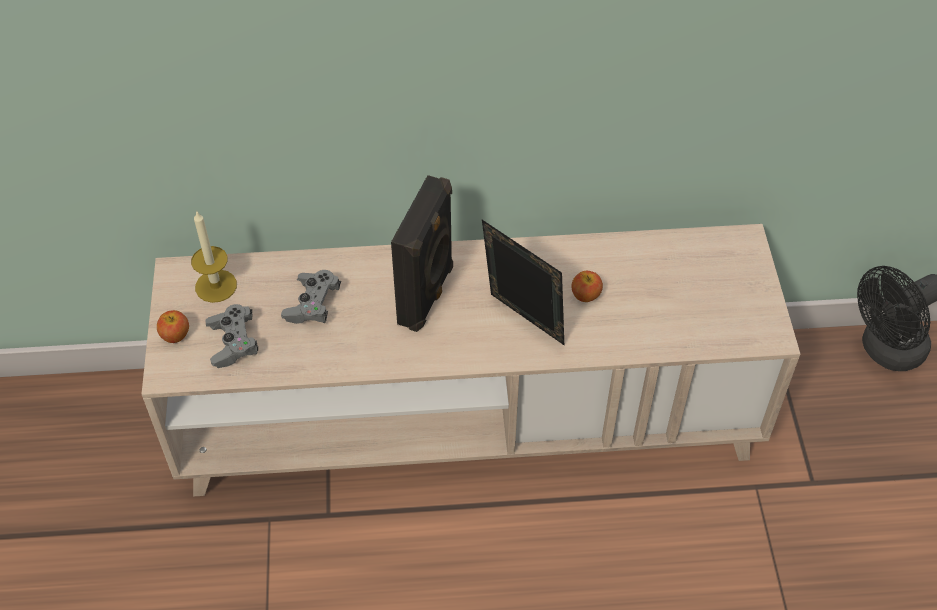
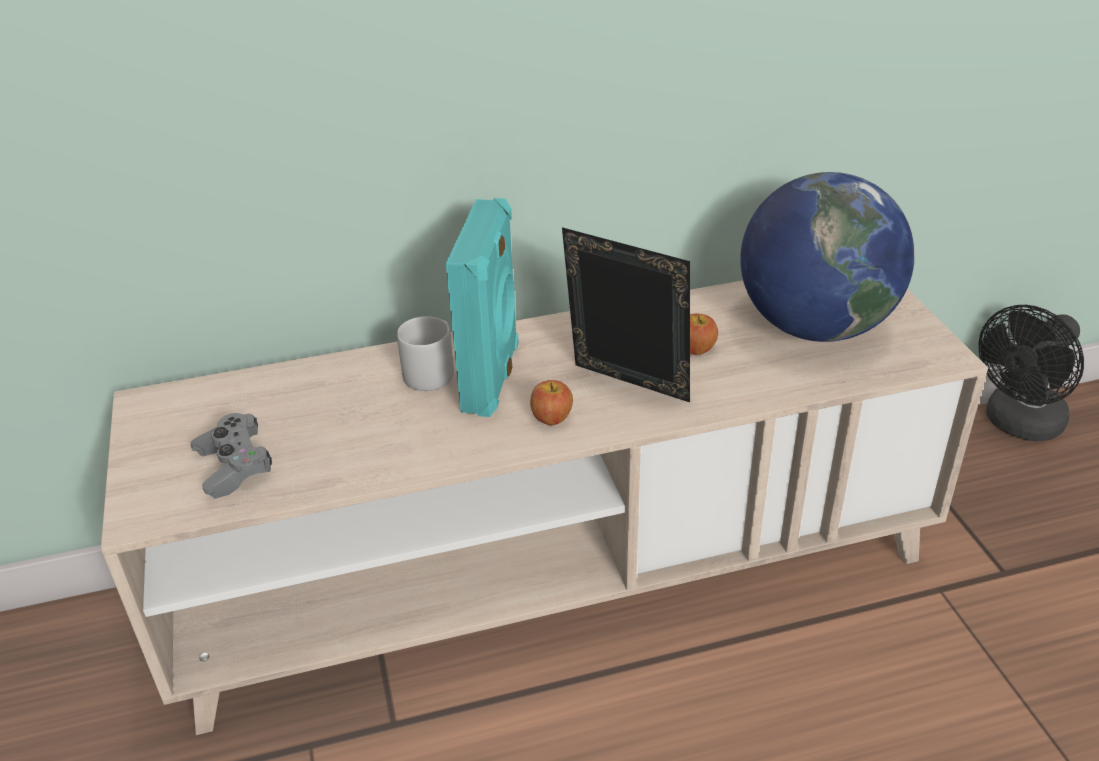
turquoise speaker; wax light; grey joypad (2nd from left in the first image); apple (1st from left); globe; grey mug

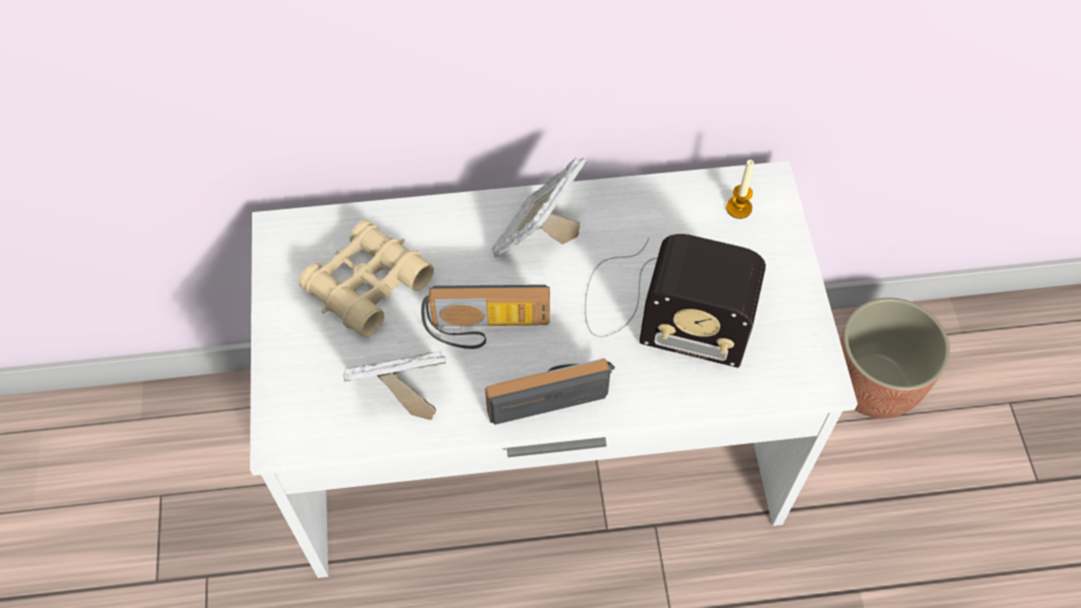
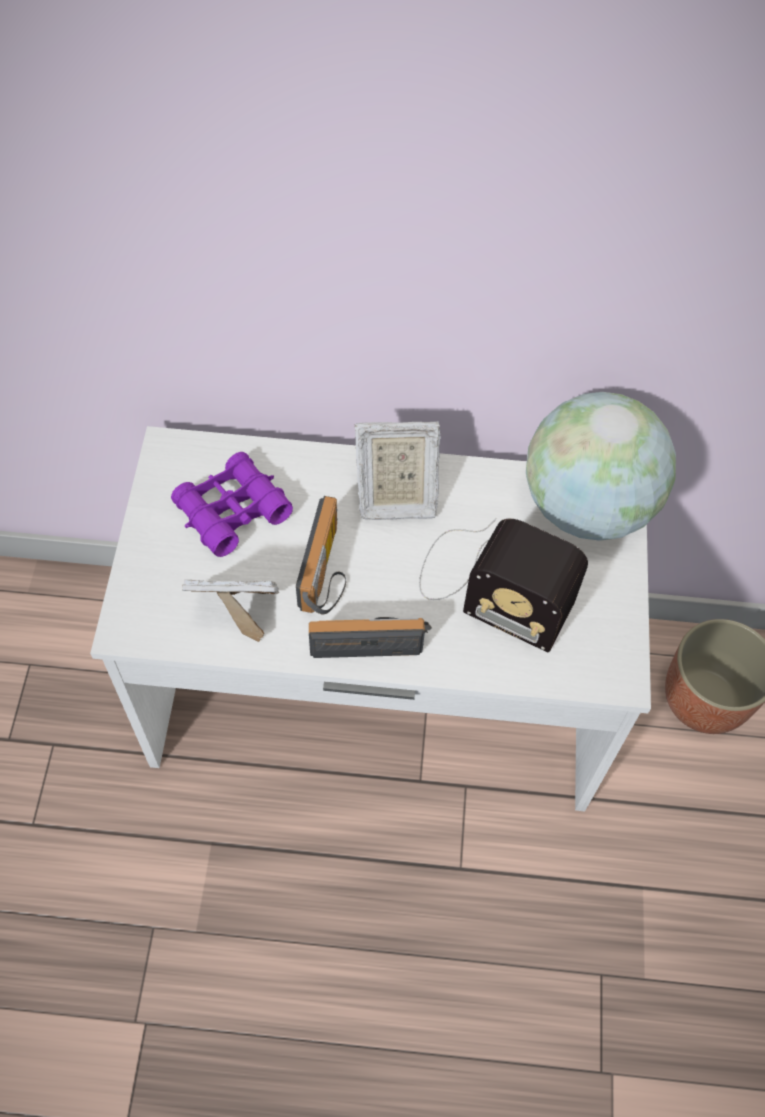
photo frame (2nd from left); globe; purplish binoculars; radio set (1st from left)

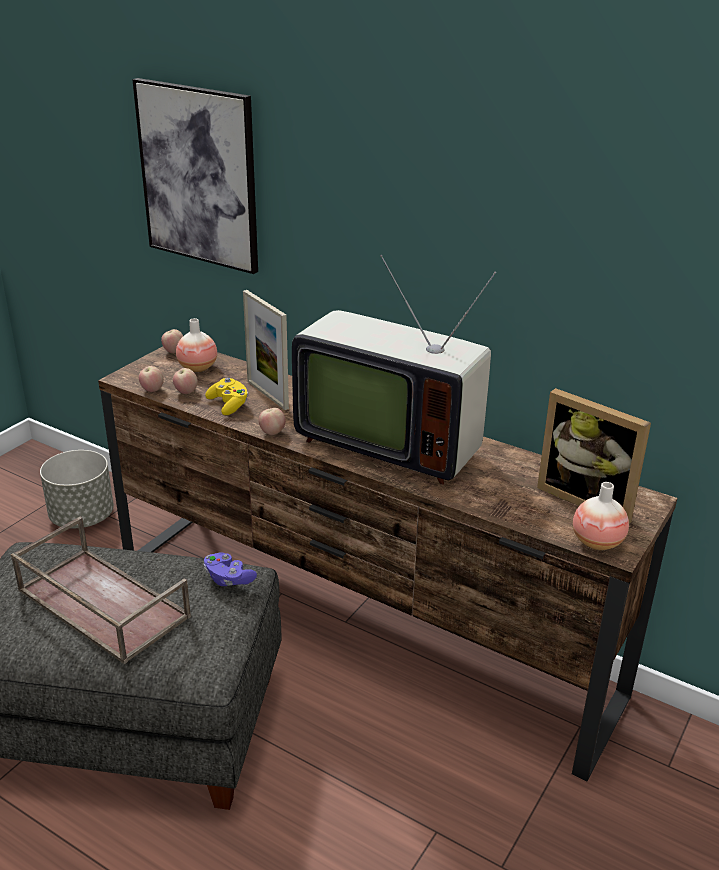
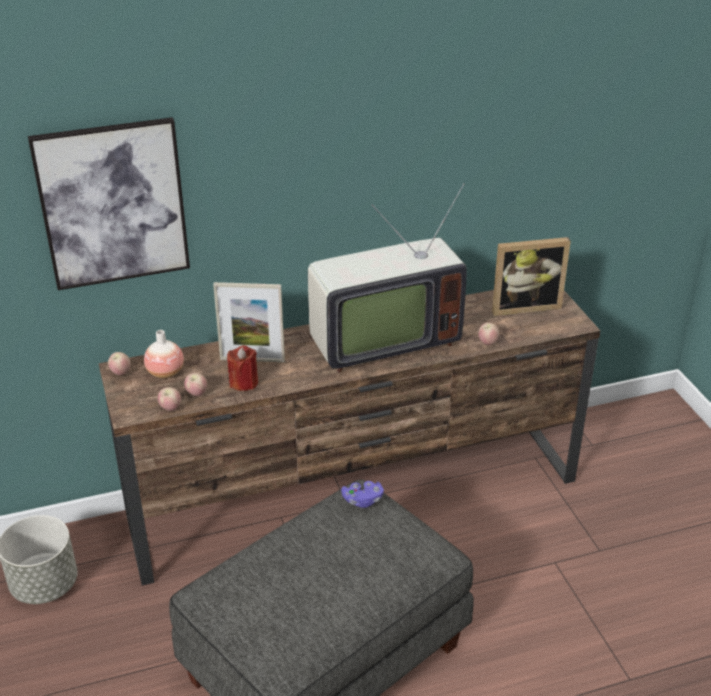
red-coloured wax light; apple (4th from left); decorative vase (2nd from left in the first image); brown carrying tray

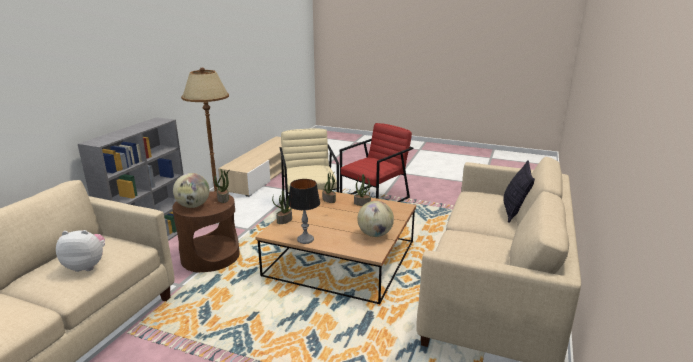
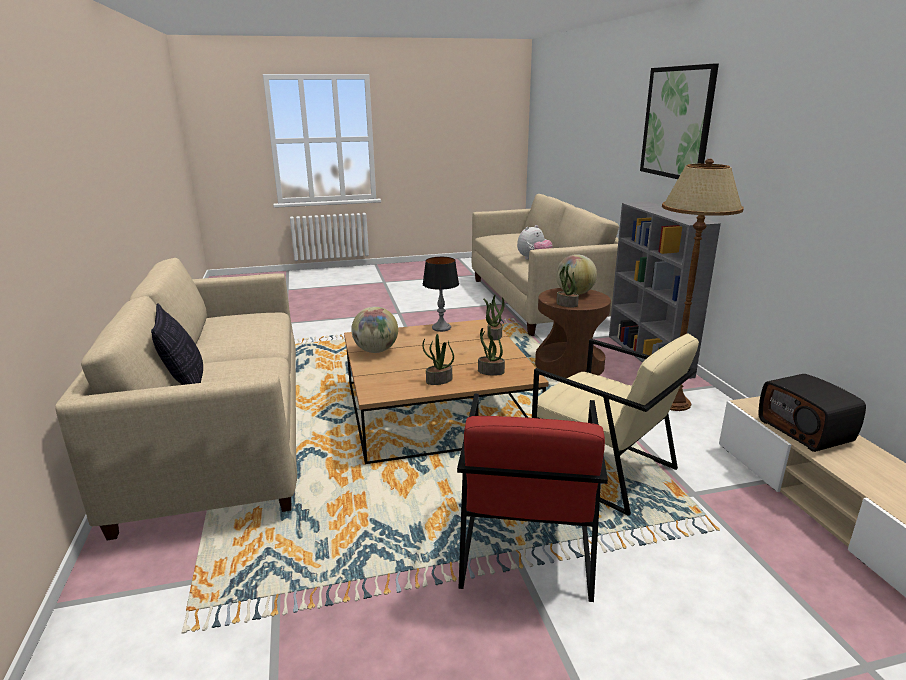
wall picture; radio set

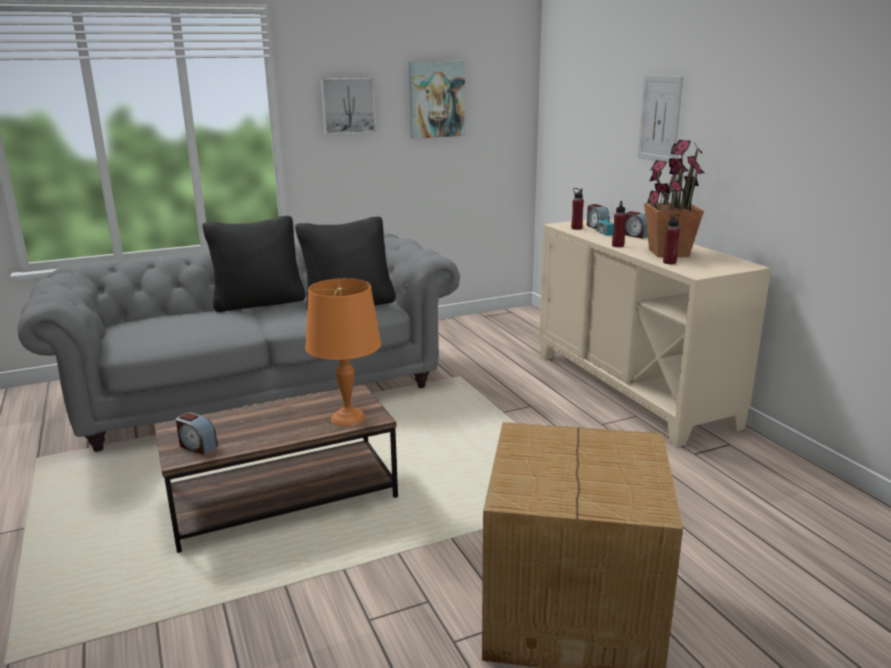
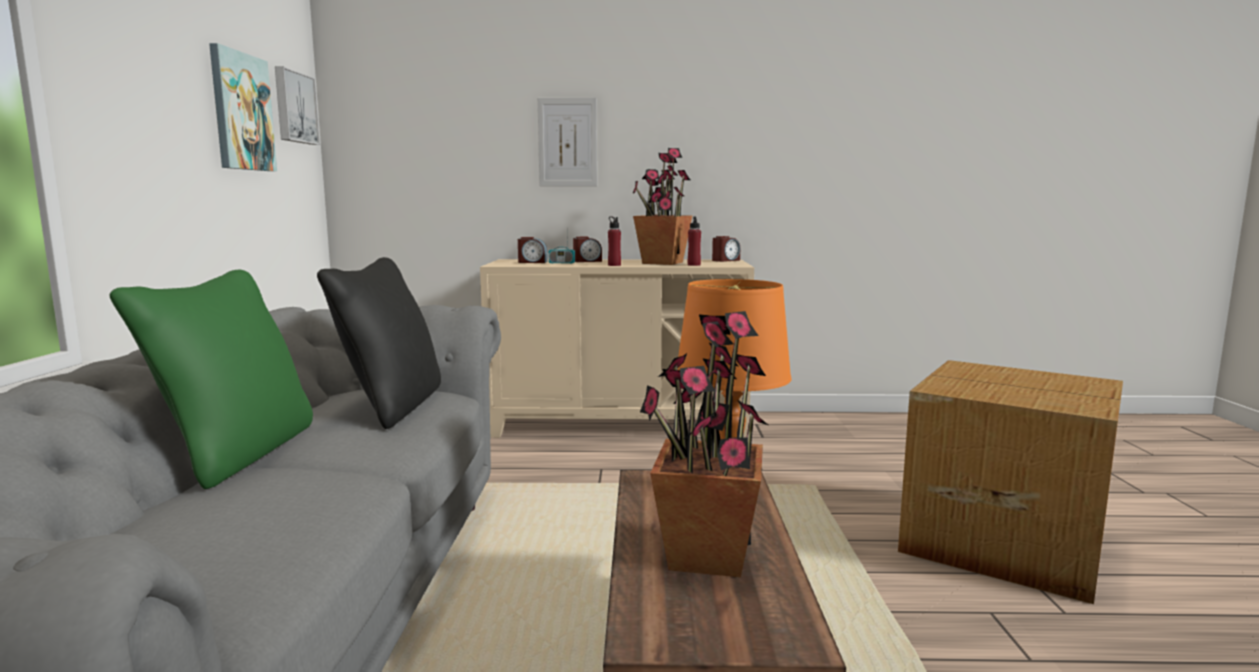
wall picture (2nd from left); red-coloured beverage bottle (1st from left in the first image); green pillow; bedside clock (3rd from left); plant in a pot (2nd from left)

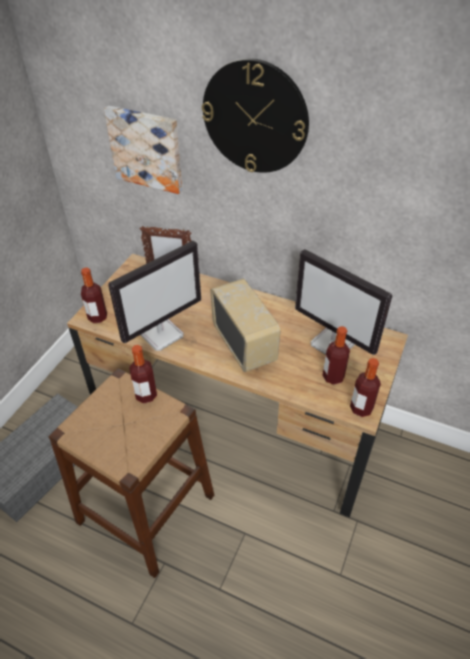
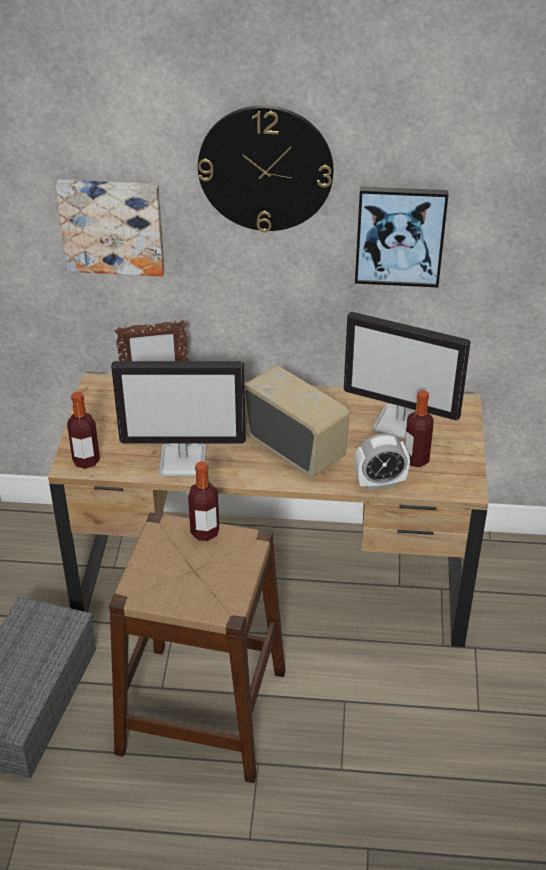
monitor (1st from left); beverage bottle (4th from left in the first image); wall picture (2nd from left); bedside clock

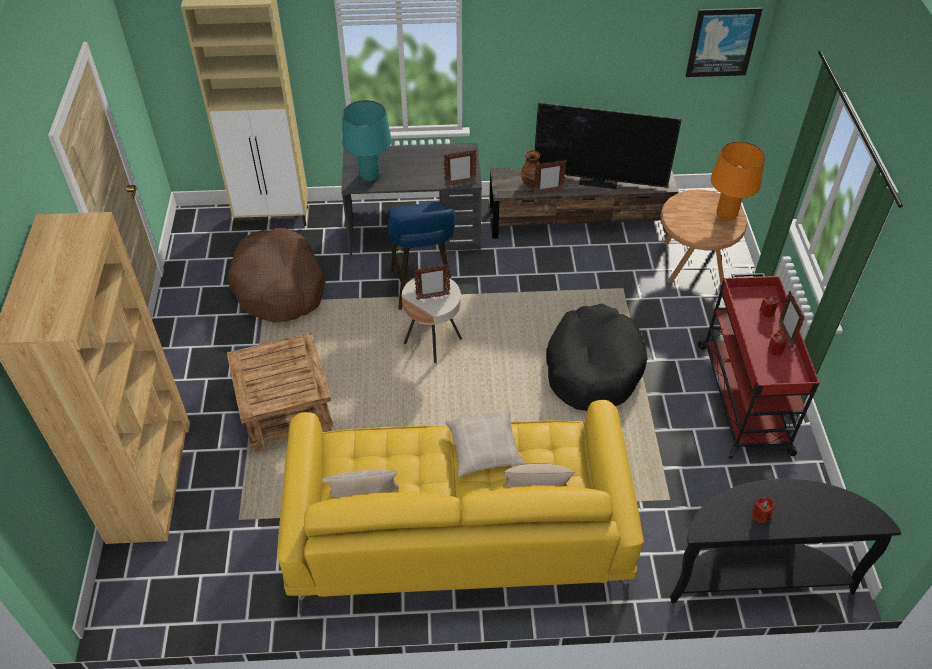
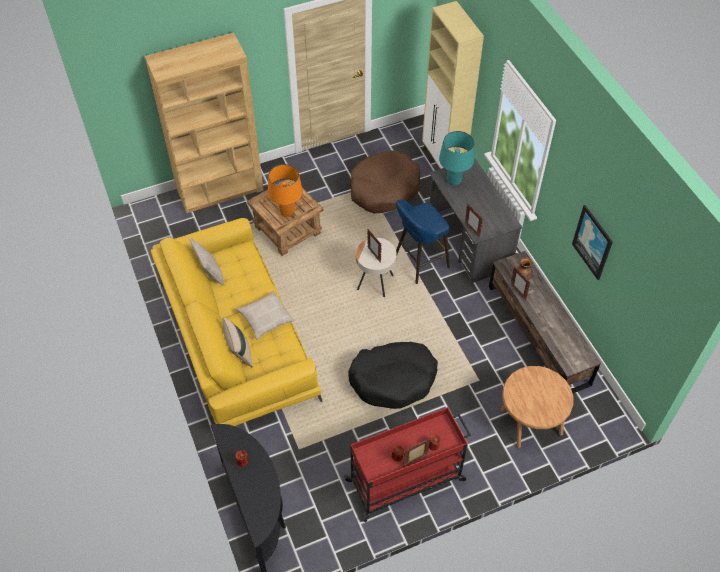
wall picture; TV set; orange lamp for a table

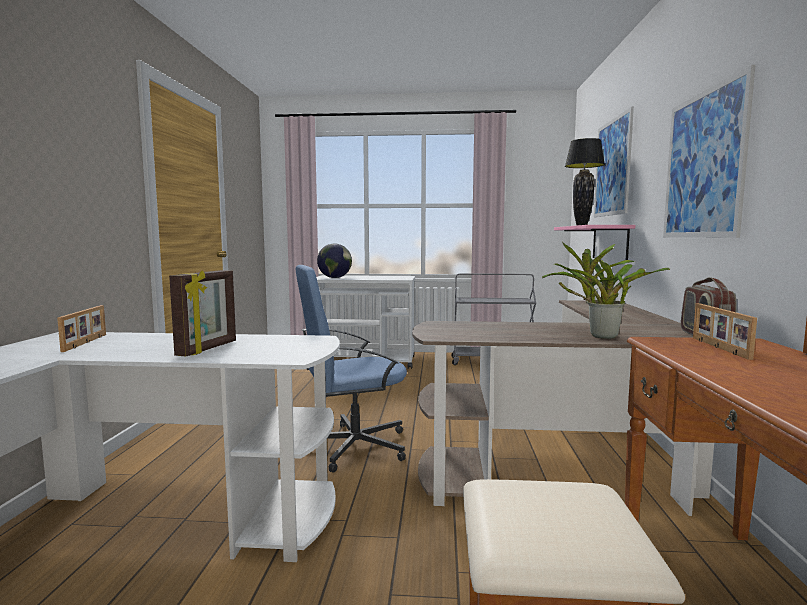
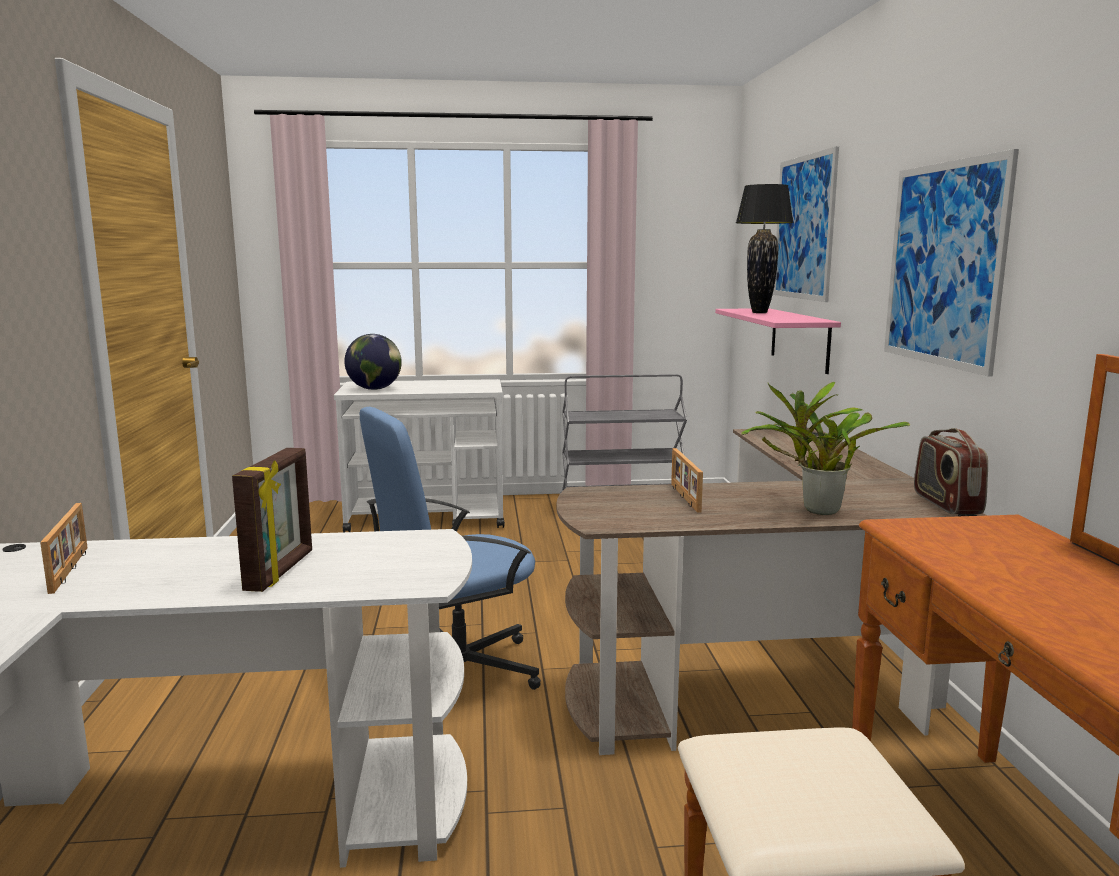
photo frame (3rd from left)

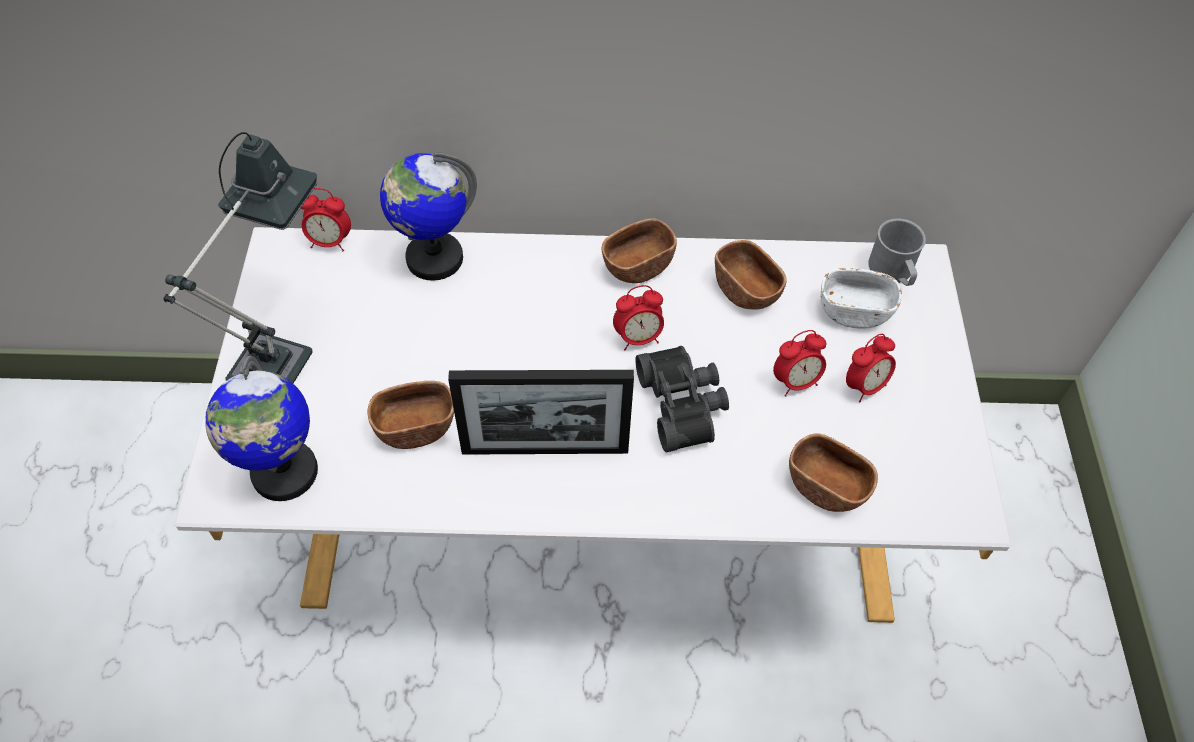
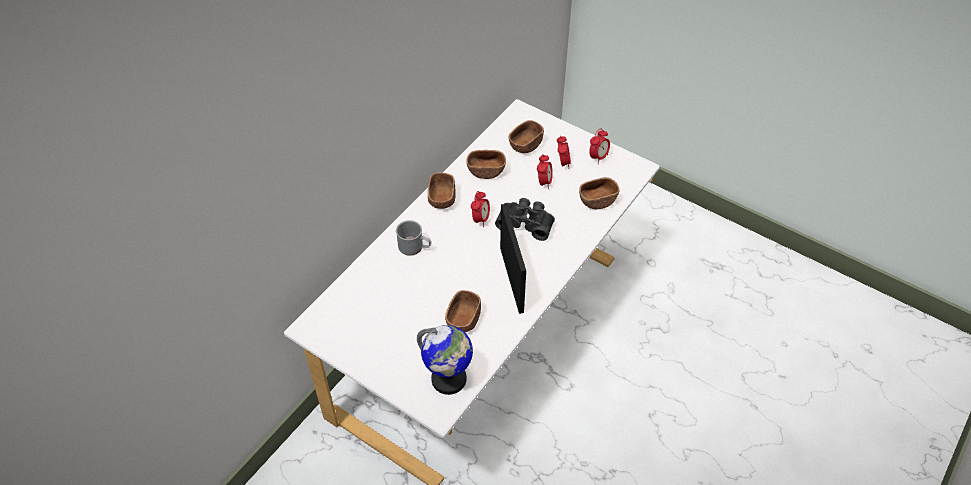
lamp for a table; globe (2nd from left in the first image); bedside clock (4th from left); grey mug; brown bowl (4th from left); photo frame

